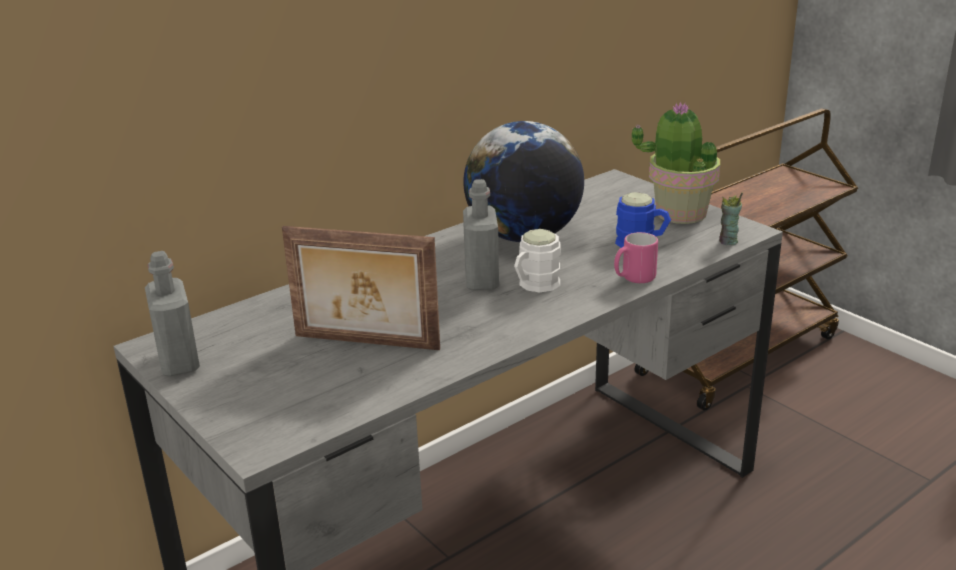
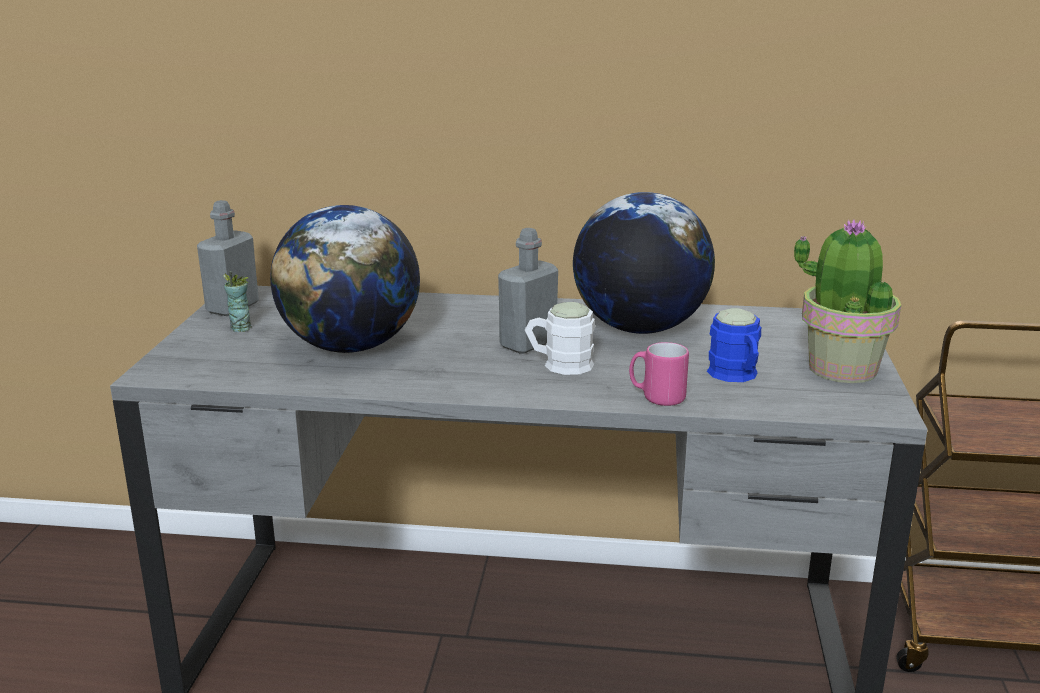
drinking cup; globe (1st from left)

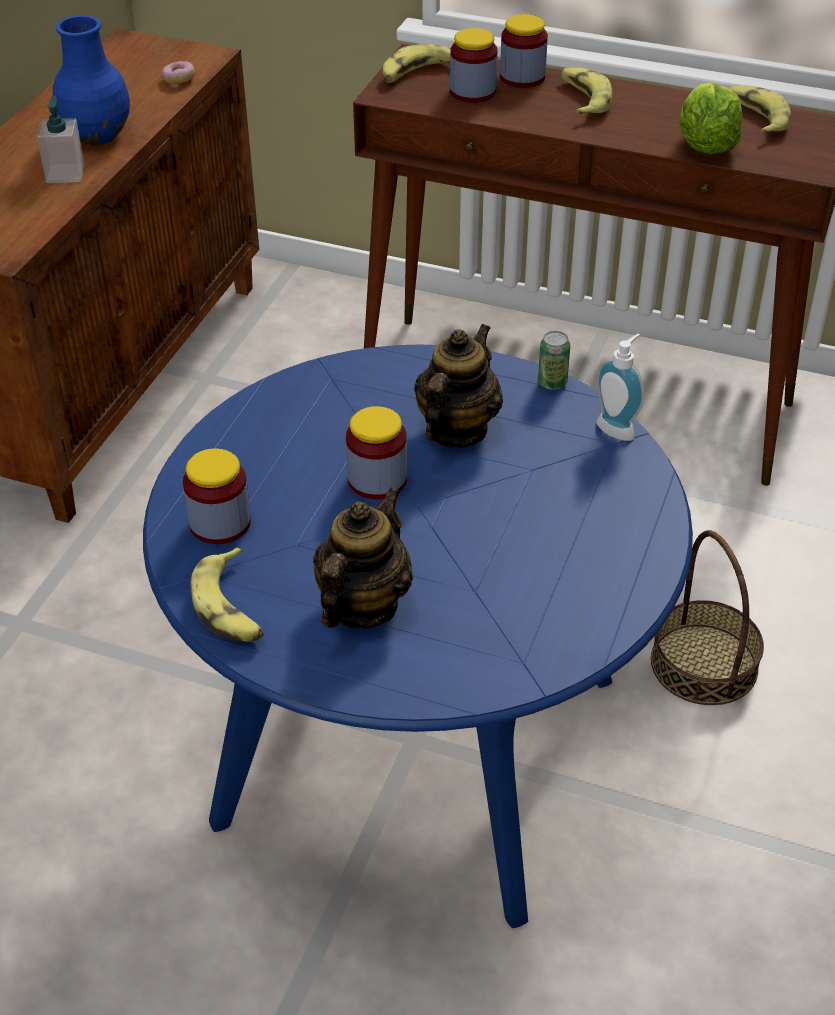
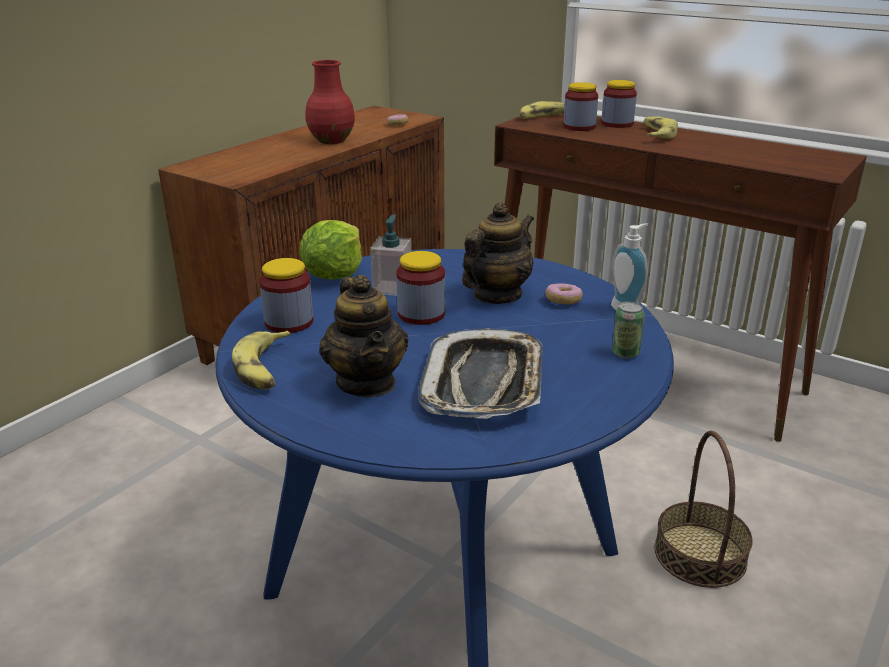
red-coloured decorative vase; head of lettuce; whole banana (4th from left in the first image); soap dispenser (1st from left); metal can; pot for tea (1st from left); donut (2nd from left); carrying tray

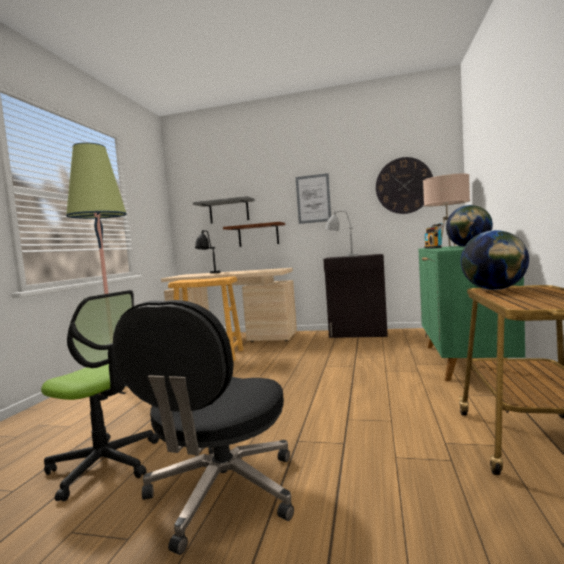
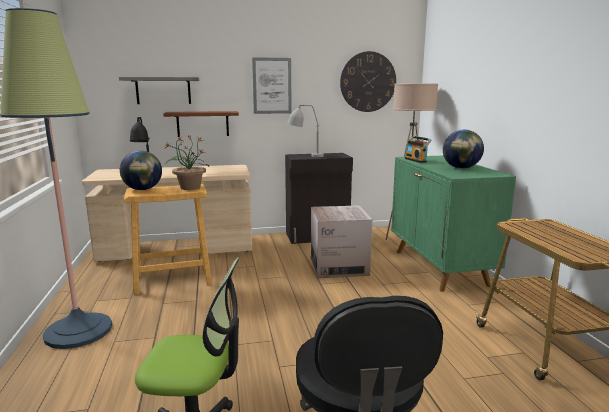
globe (1st from left); plant in a pot; cardboard box

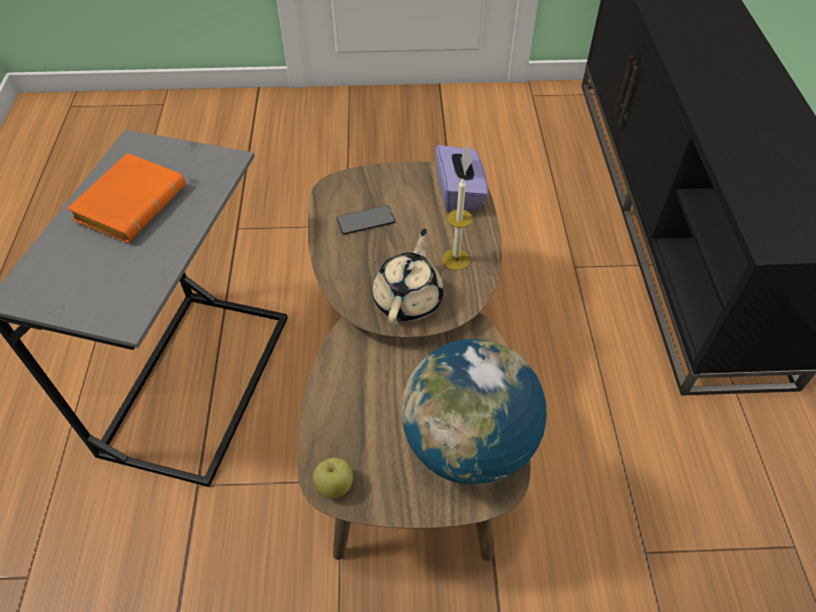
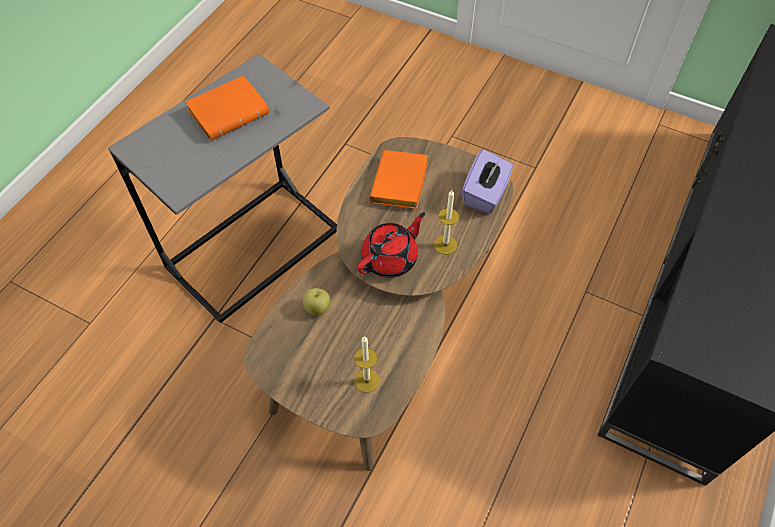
orange bound book (2nd from left); red-coloured pot for tea; wax light (1st from left); apple

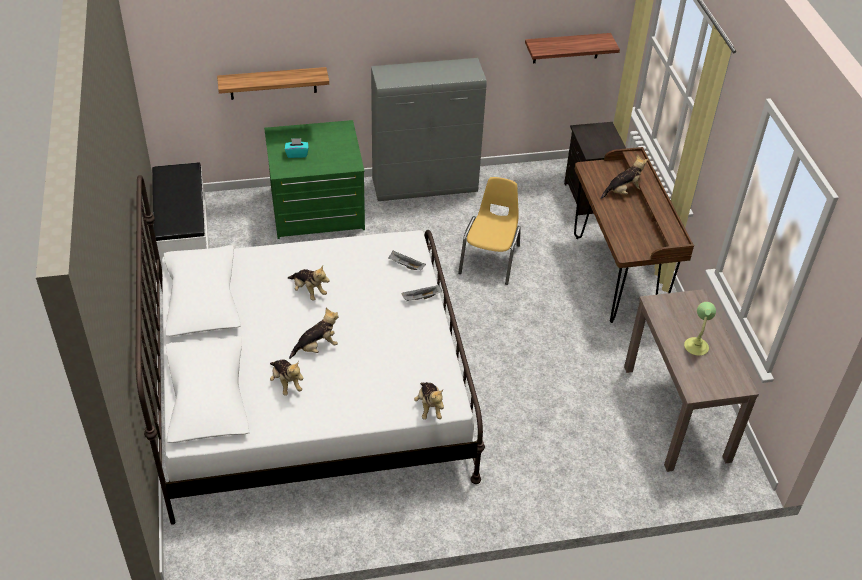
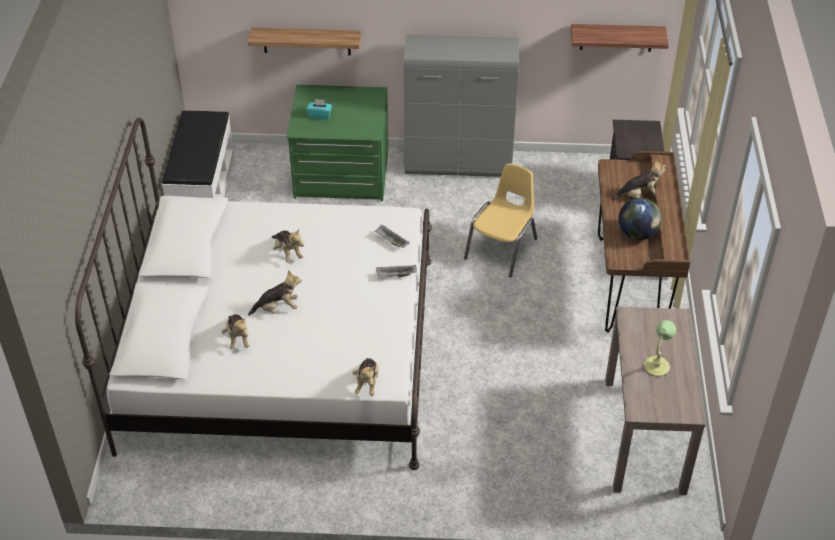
globe

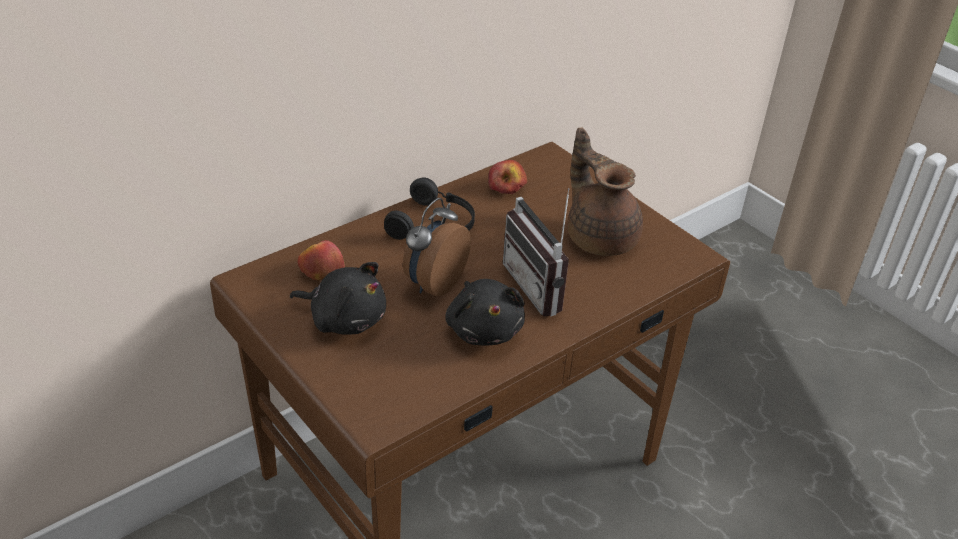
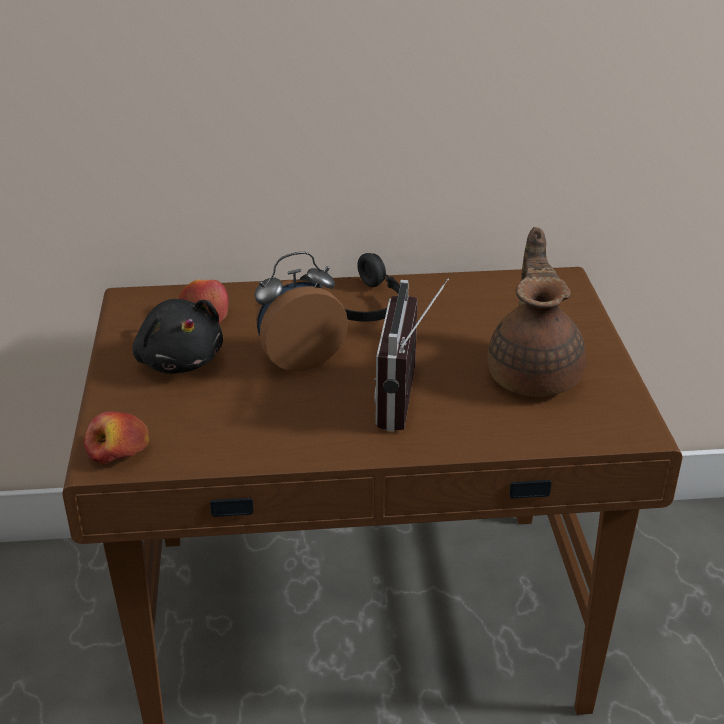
apple (1st from left); blackish plush toy (2nd from left in the first image)

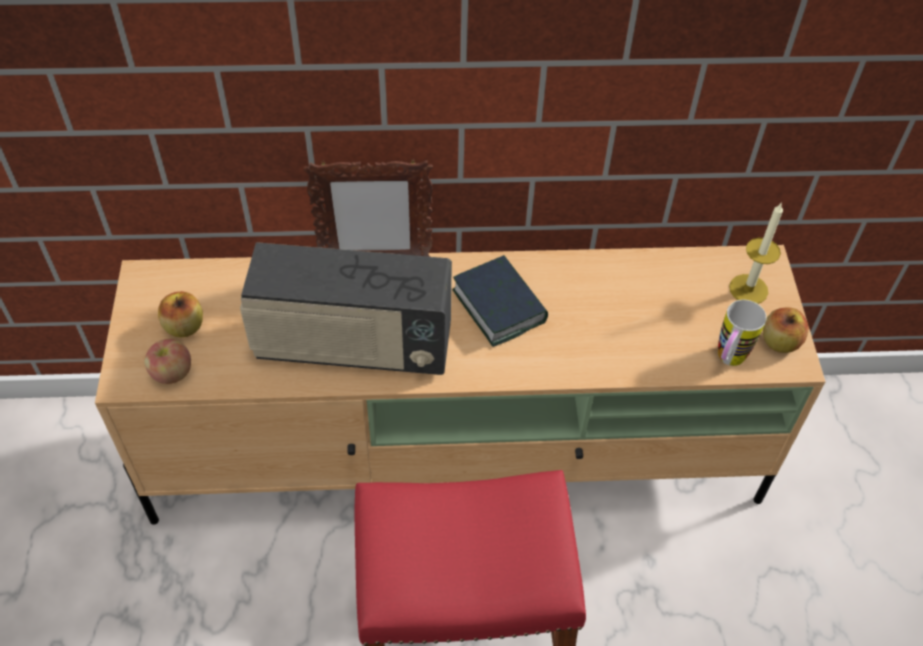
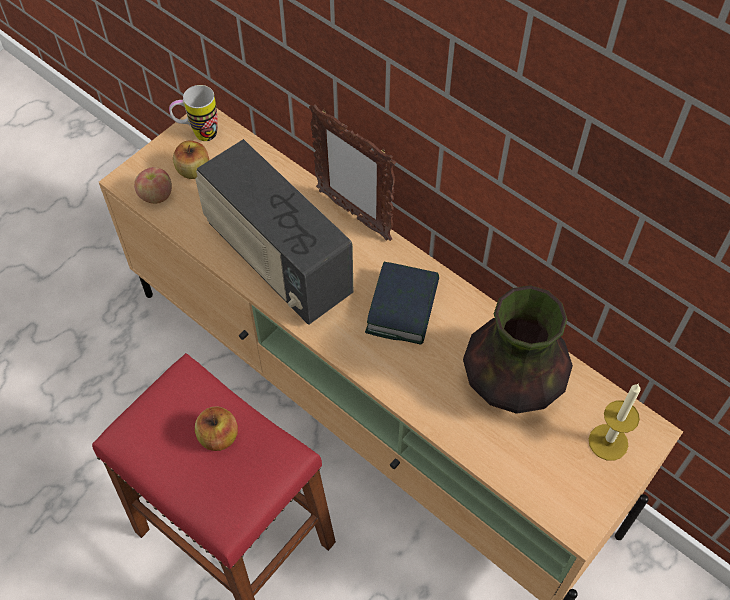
mug; apple (3rd from left); decorative vase

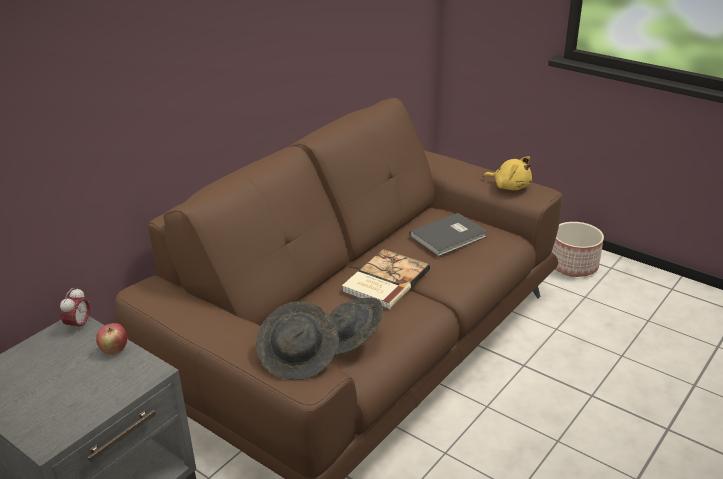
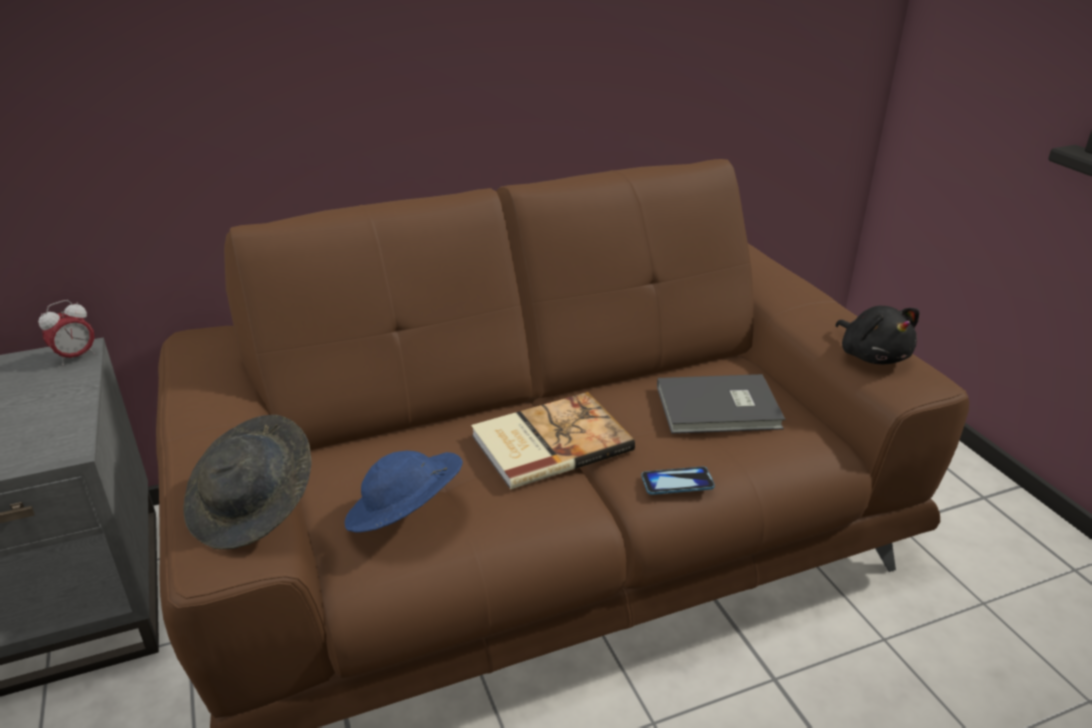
blackish plush toy; planter; bluish wearable hat; apple; phone

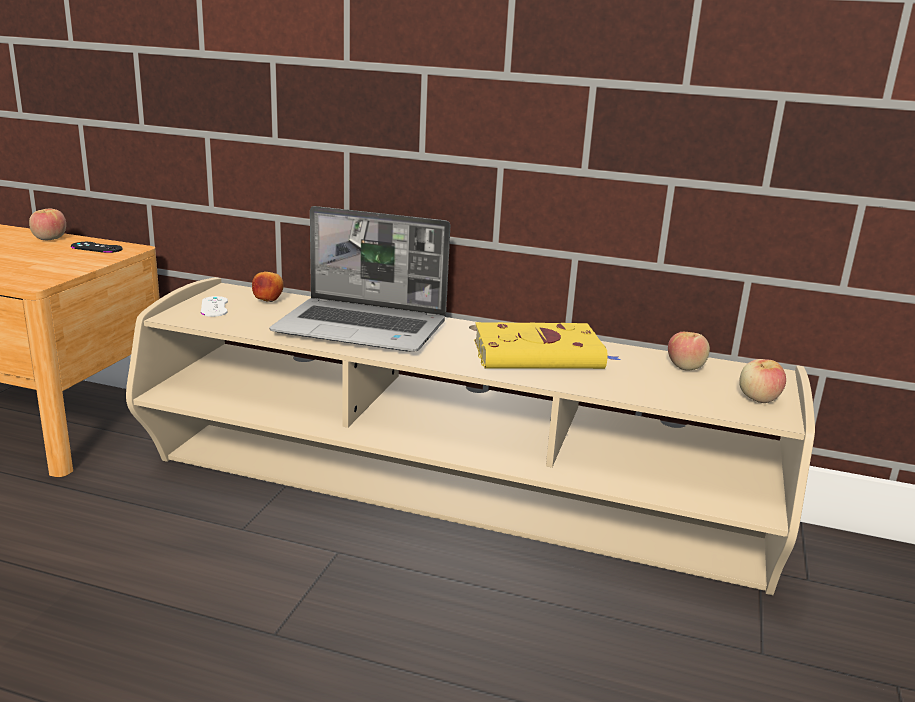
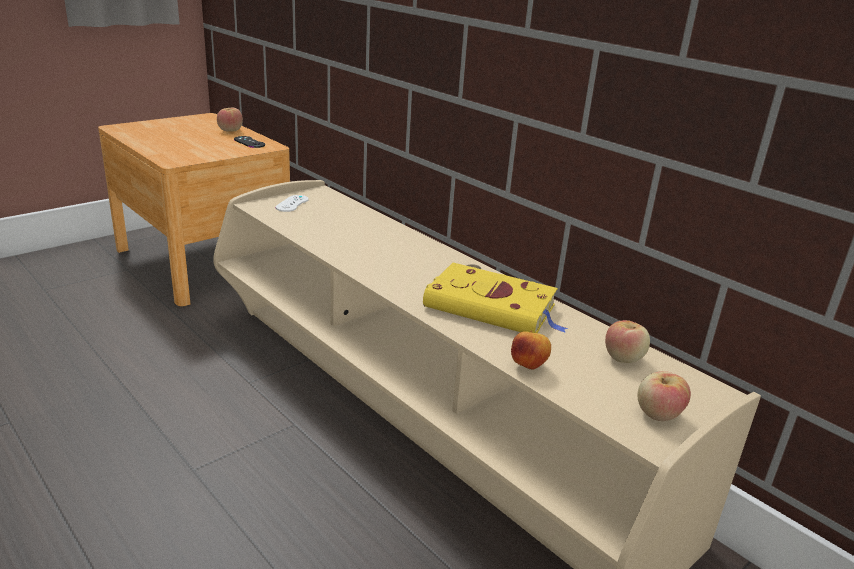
portable computer; apple (2nd from left)

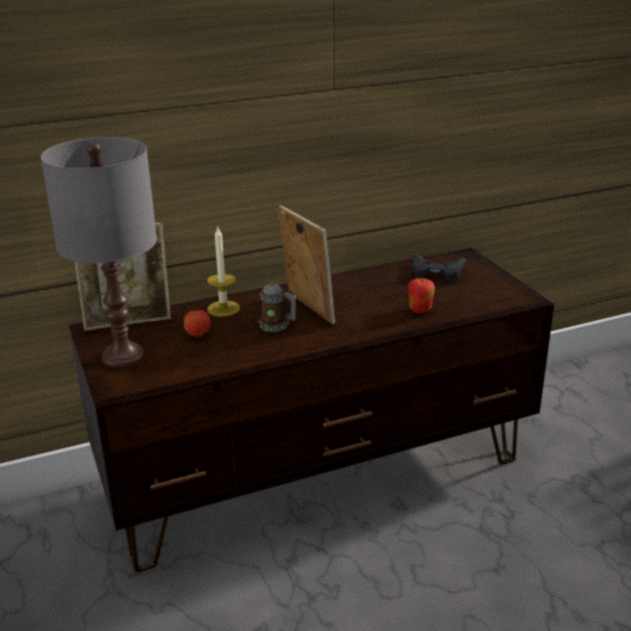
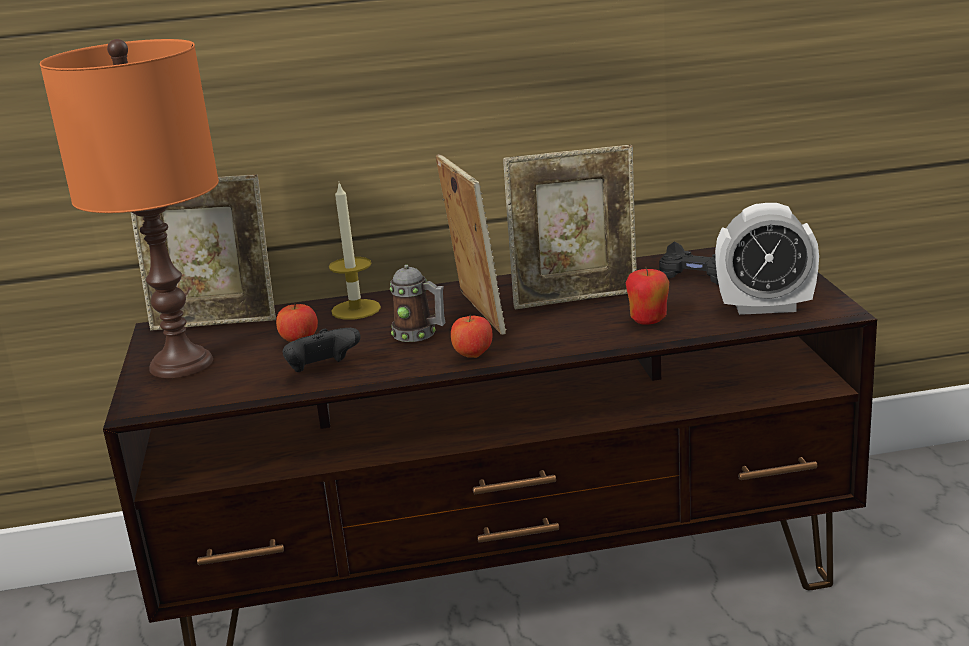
orange lamp for a table; photo frame (3rd from left); bedside clock; apple (2nd from left); blackish joypad (1st from left)

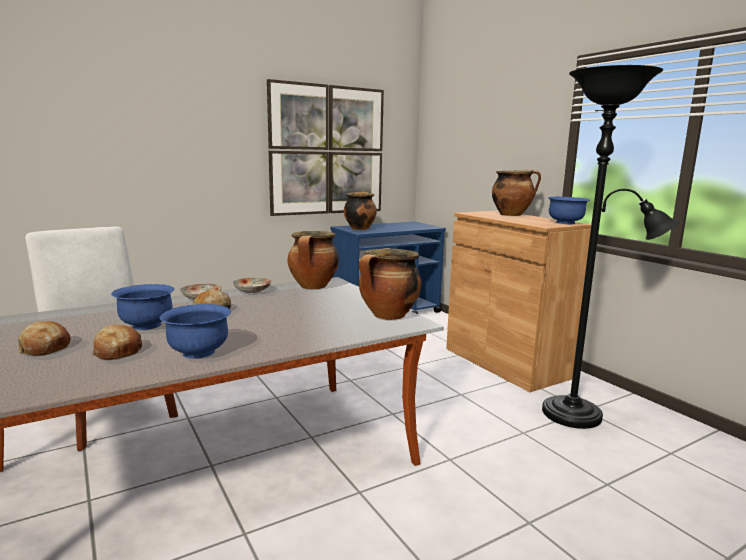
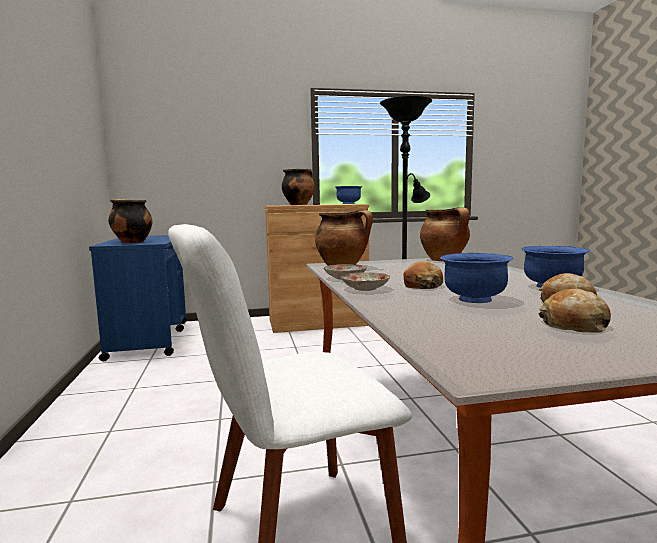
wall picture

